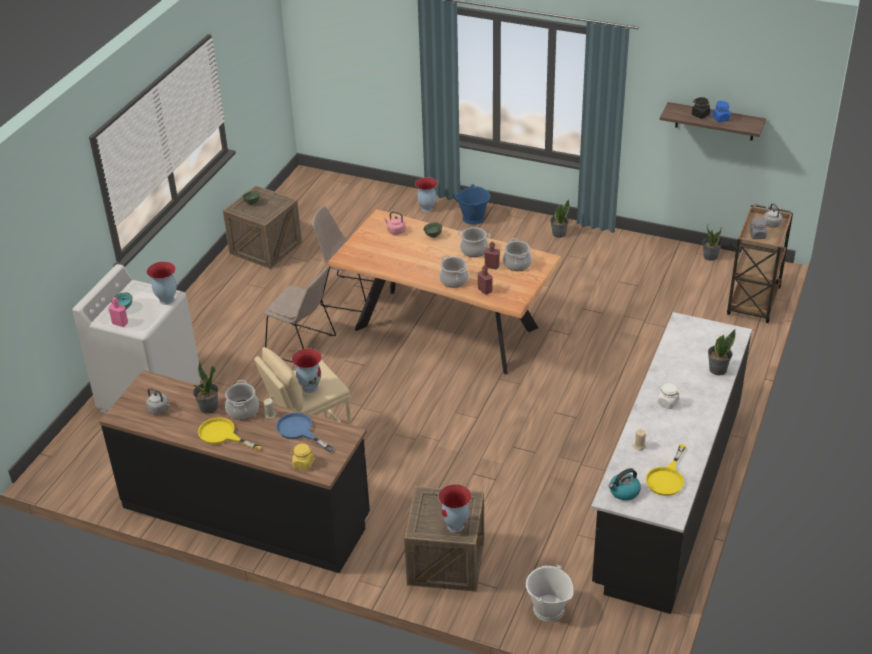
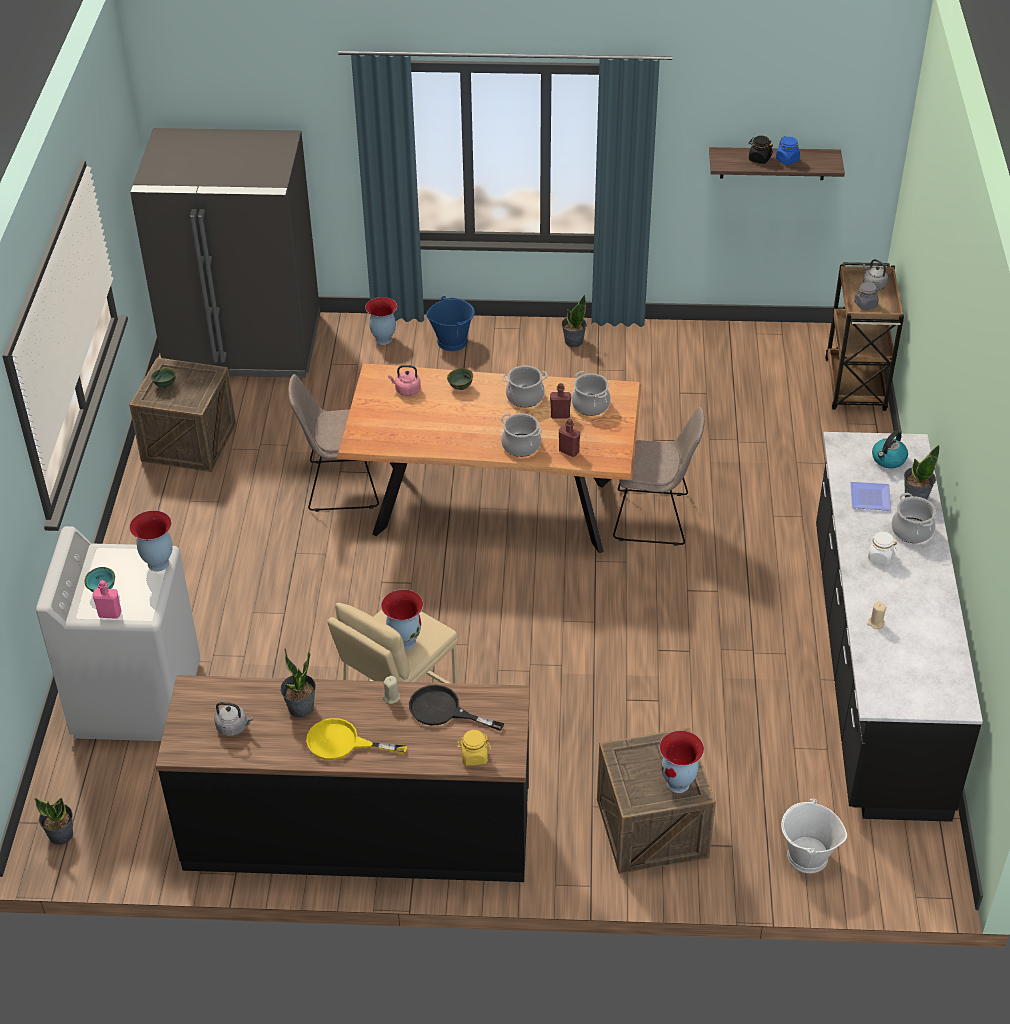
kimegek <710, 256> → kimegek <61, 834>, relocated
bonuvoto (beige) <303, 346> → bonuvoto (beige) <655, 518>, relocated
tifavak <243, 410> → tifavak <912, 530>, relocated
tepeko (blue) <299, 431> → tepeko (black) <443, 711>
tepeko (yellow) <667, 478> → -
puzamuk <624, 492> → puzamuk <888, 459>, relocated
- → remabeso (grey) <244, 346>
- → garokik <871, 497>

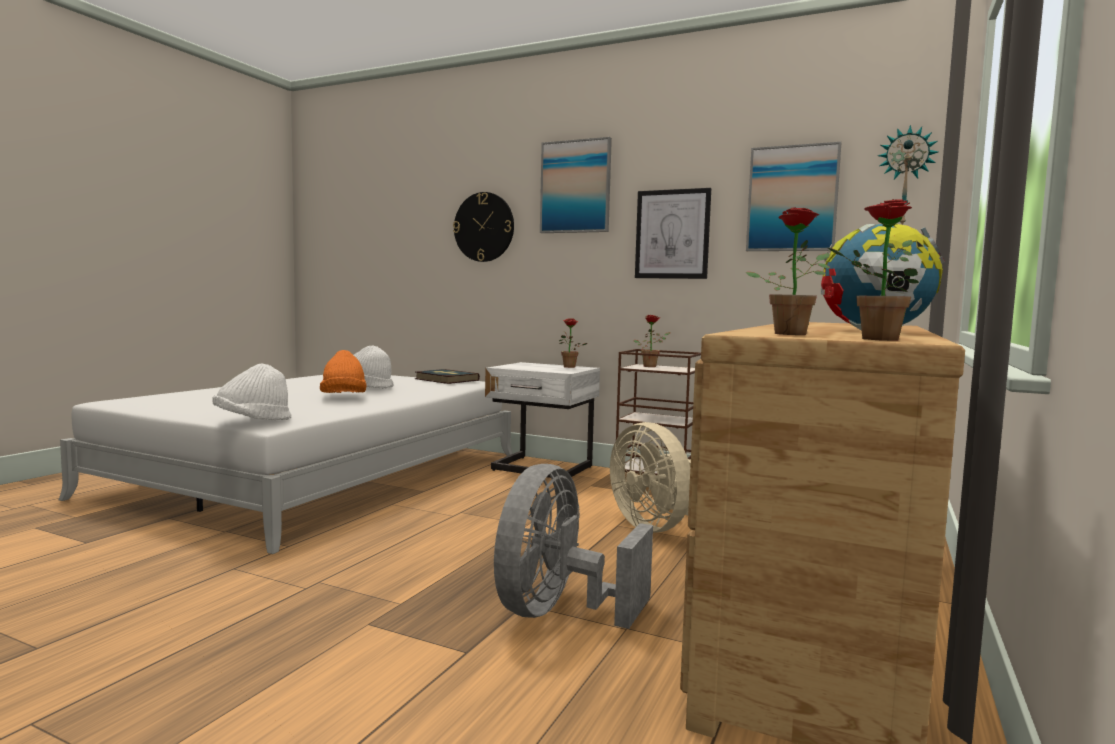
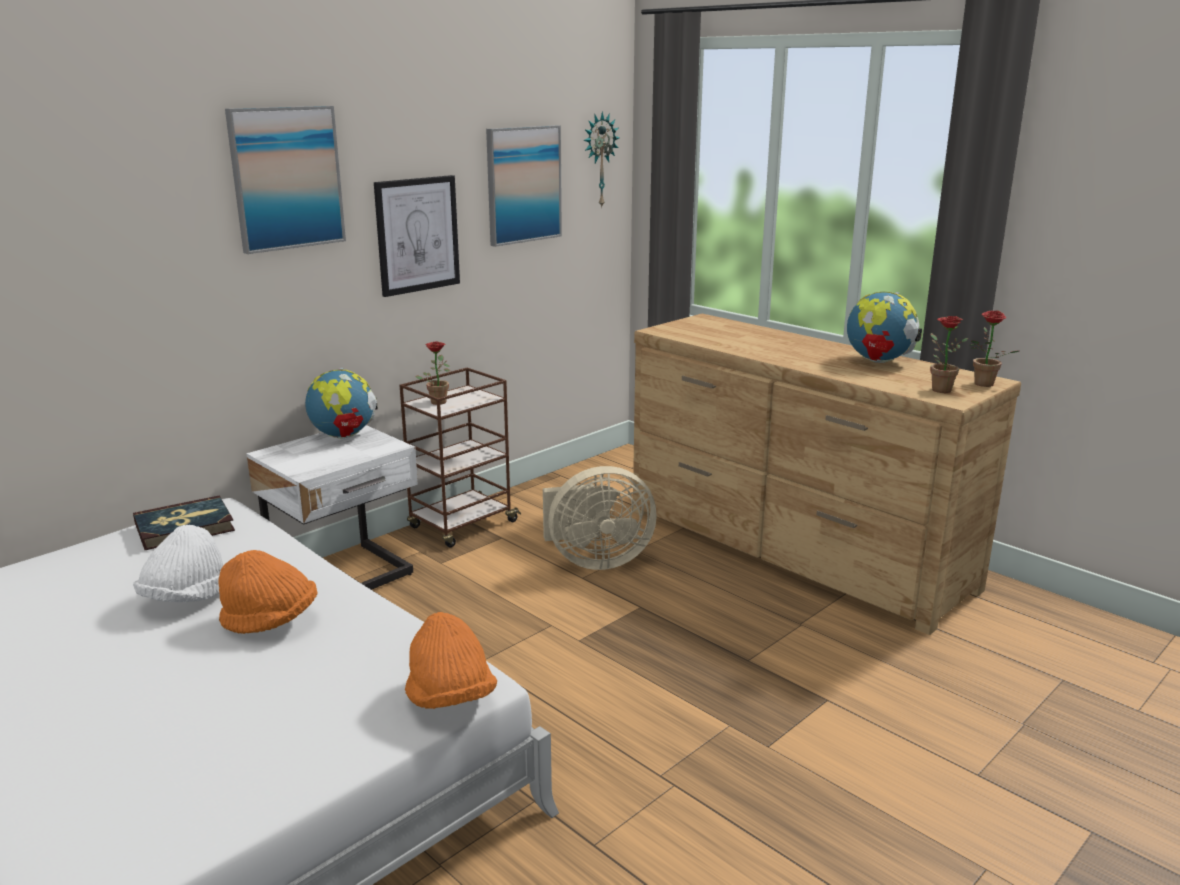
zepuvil <484, 227> → -
kimegek <569, 367> → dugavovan <343, 436>
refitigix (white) <253, 421> → refitigix (orange) <450, 698>
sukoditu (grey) <558, 612> → -

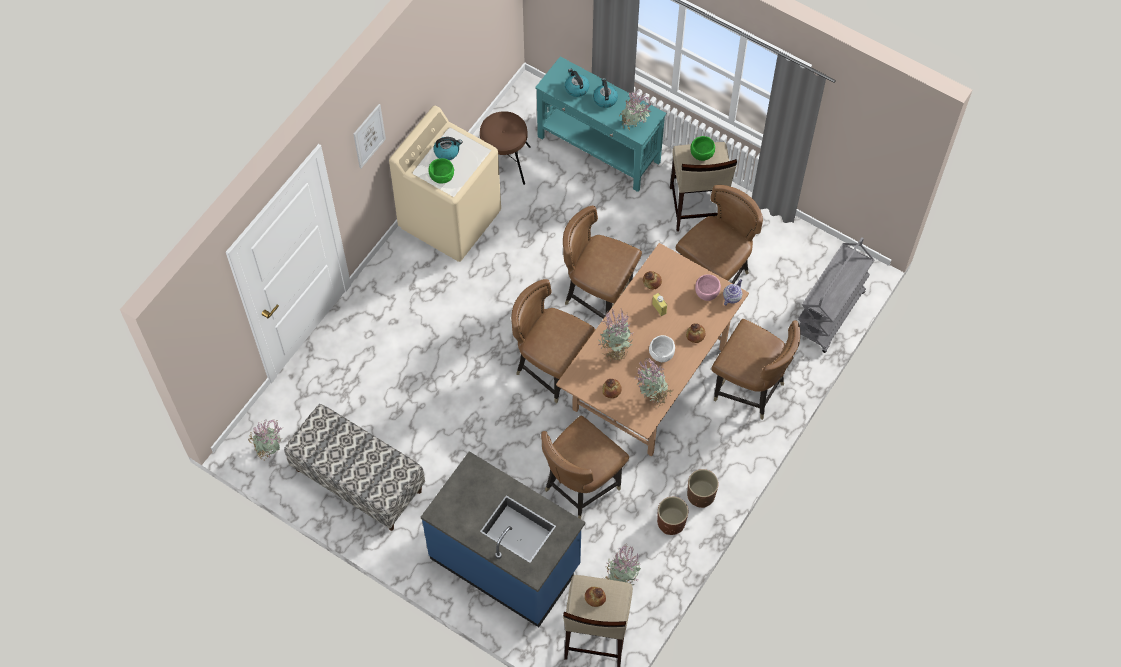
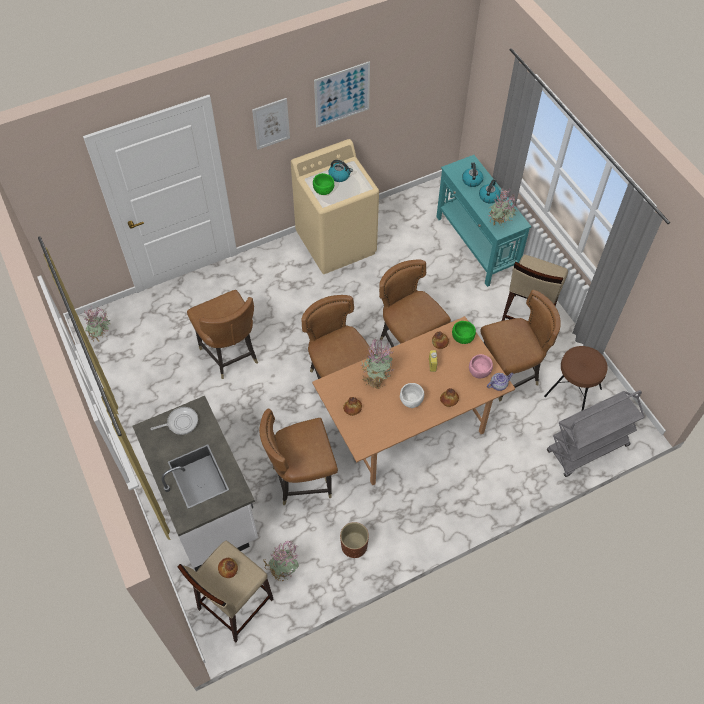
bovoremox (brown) <505, 163> → bovoremox (brown) <573, 392>, relocated
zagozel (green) <702, 155> → zagozel (green) <462, 338>, relocated
bonuvoto (brown) <749, 389> → bonuvoto (brown) <230, 354>, relocated
kimegek <652, 396> → -
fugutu <358, 480> → -
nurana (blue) <506, 561> → nurana (white) <207, 506>
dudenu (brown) <701, 495> → -
- → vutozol <342, 94>
- → tepeko <180, 422>

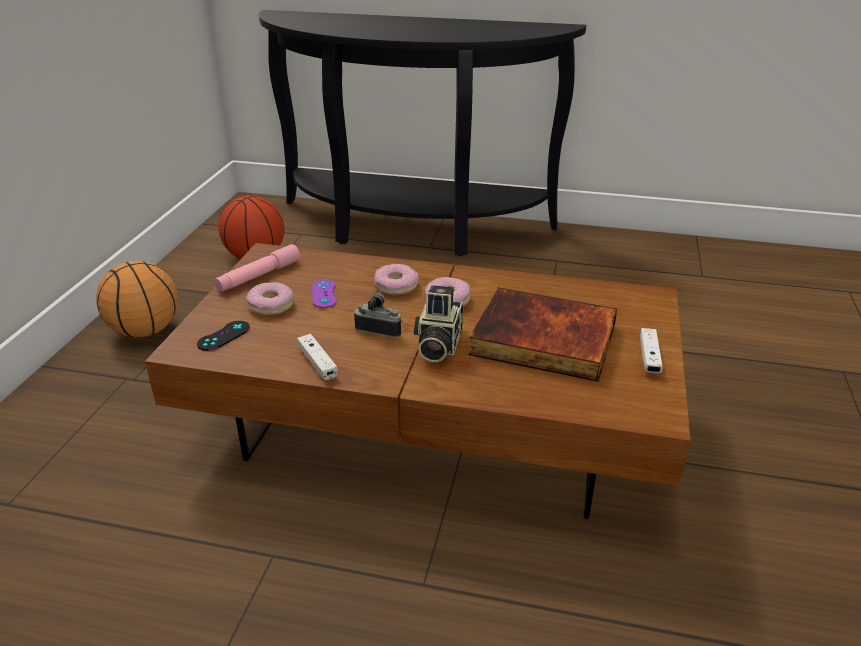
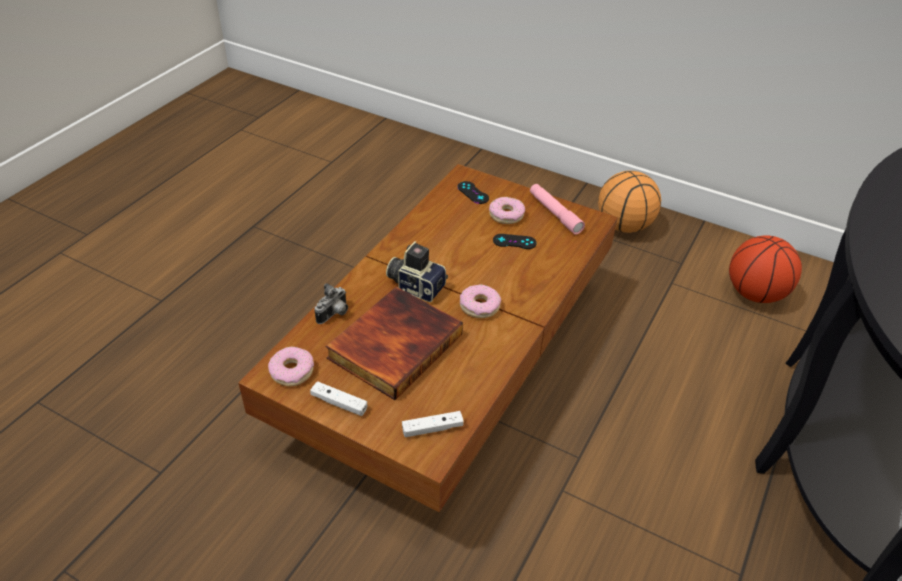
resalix <396, 286> → resalix <292, 371>, relocated
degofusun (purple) <324, 294> → degofusun (black) <514, 242>
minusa <380, 330> → minusa <334, 314>, relocated
degofusun (white) <317, 362> → degofusun (white) <432, 428>, relocated

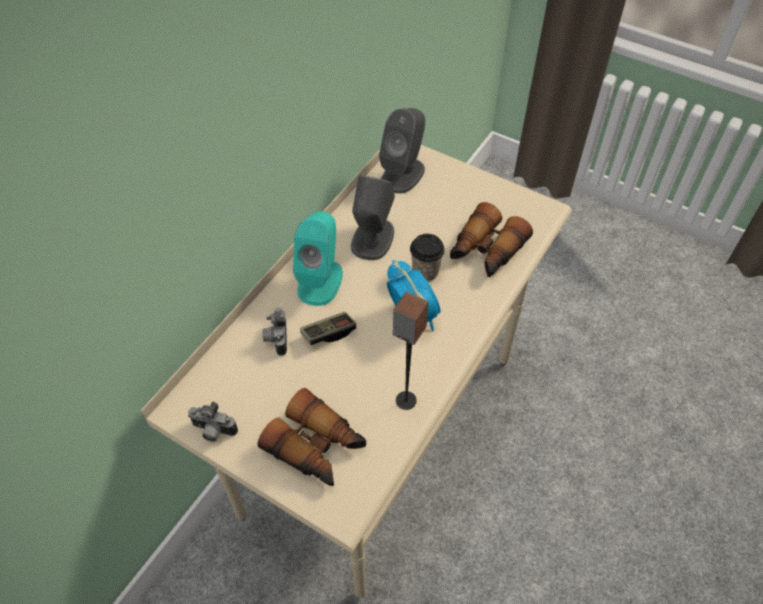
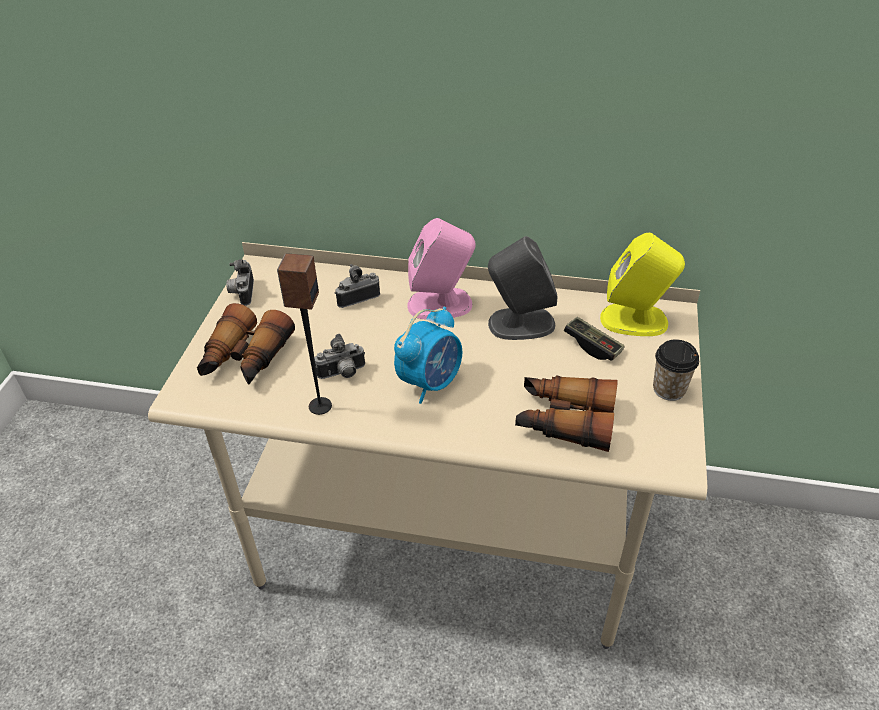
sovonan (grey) <403, 174> → sovonan (yellow) <635, 320>
sovonan (turquoise) <320, 281> → sovonan (pink) <441, 304>
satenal <425, 272> → satenal <669, 389>, relocated
degofusun <328, 333> → degofusun <592, 346>, relocated
- → minusa <342, 374>

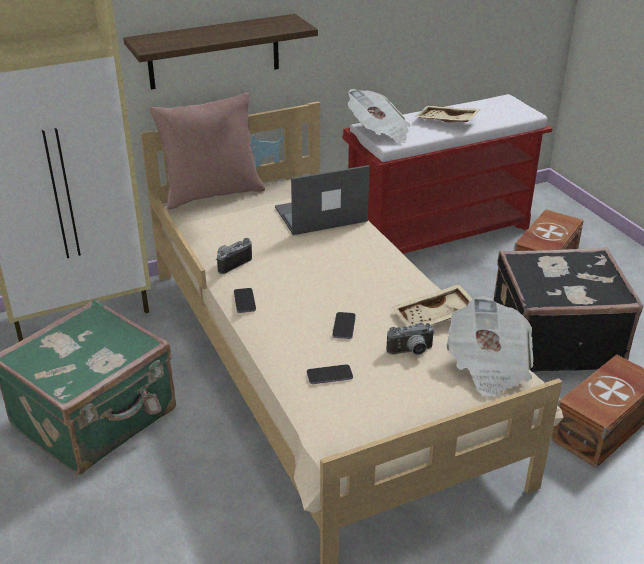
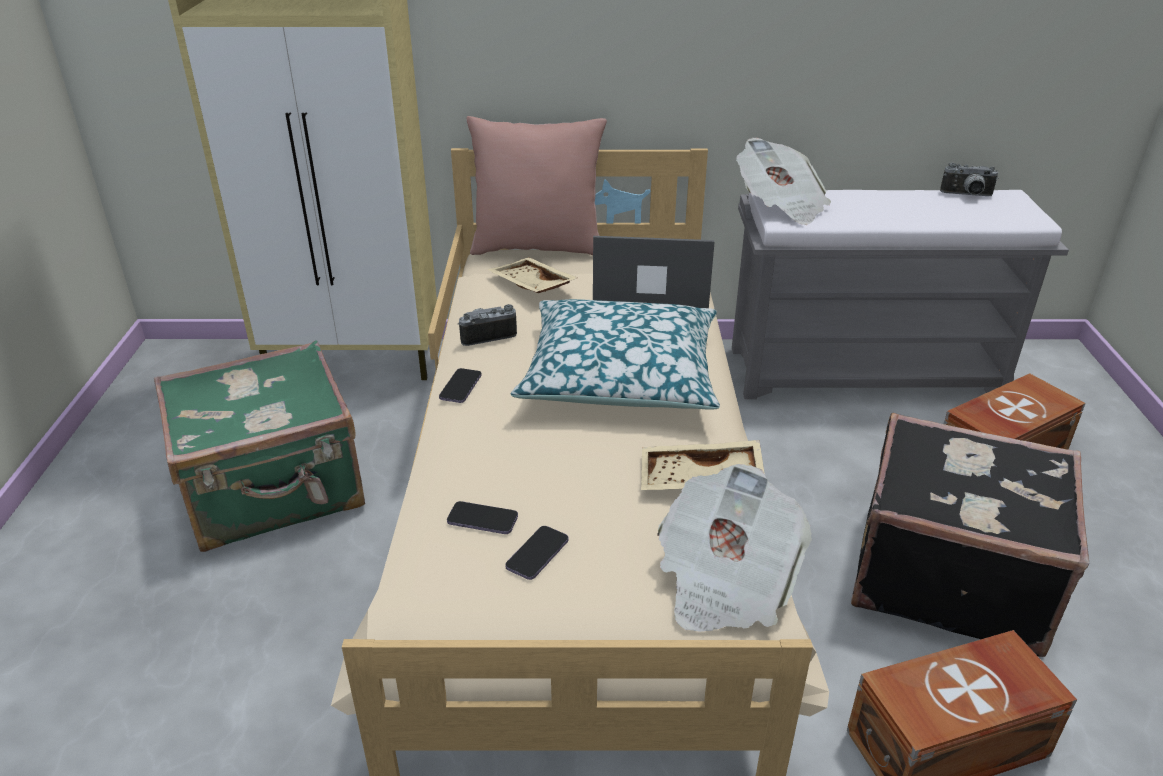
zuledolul <214, 52> → -
fugutu (red) <439, 232> → fugutu (grey) <866, 371>
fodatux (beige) <446, 121> → fodatux (beige) <530, 286>, relocated
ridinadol <344, 327> → ridinadol <537, 554>, relocated
minusa <411, 352> → minusa <967, 195>, relocated
- → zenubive <620, 375>

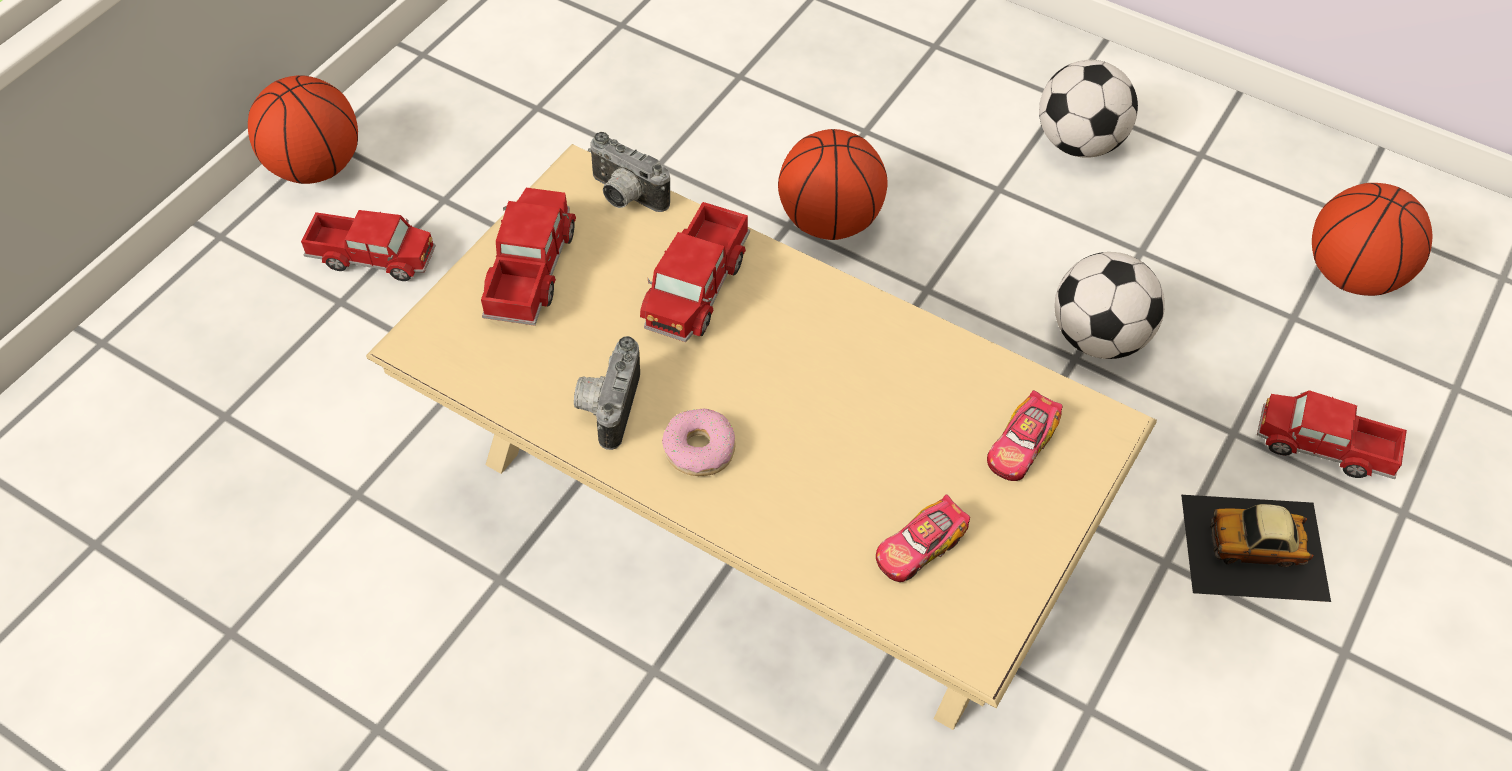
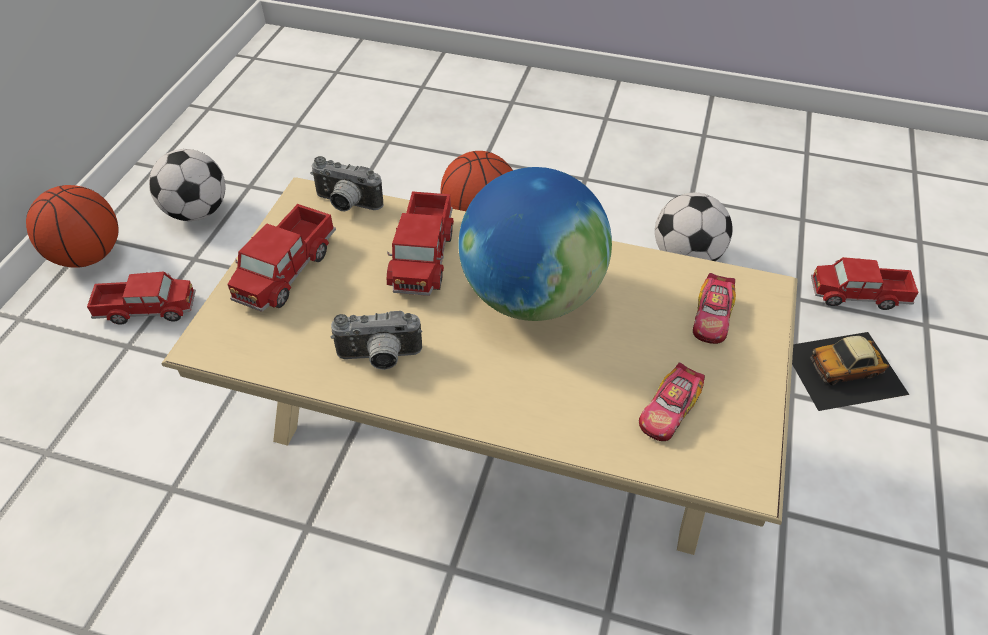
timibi <1079, 143> → timibi <197, 212>, relocated
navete <1351, 275> → -
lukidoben <530, 270> → lukidoben <286, 270>, 150 degrees counterclockwise
minusa <607, 406> → minusa <380, 358>, 90 degrees counterclockwise
resalix <700, 449> → -
- → dugavovan <531, 295>

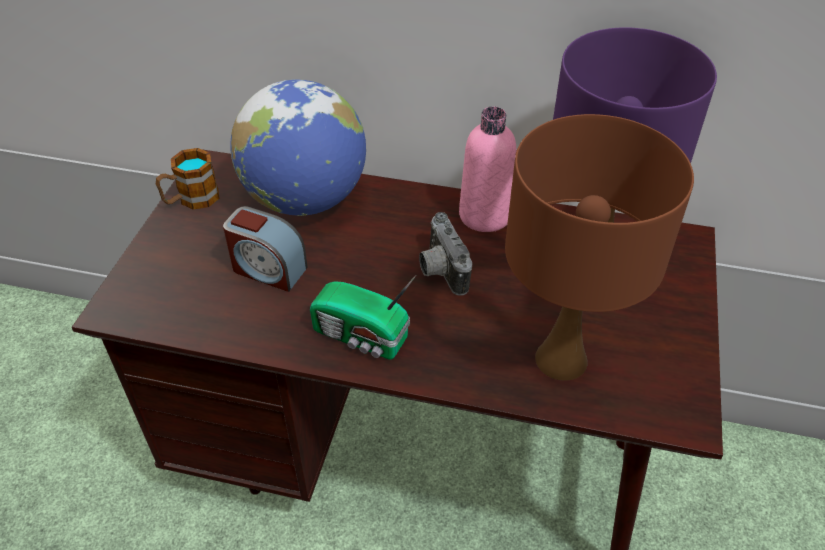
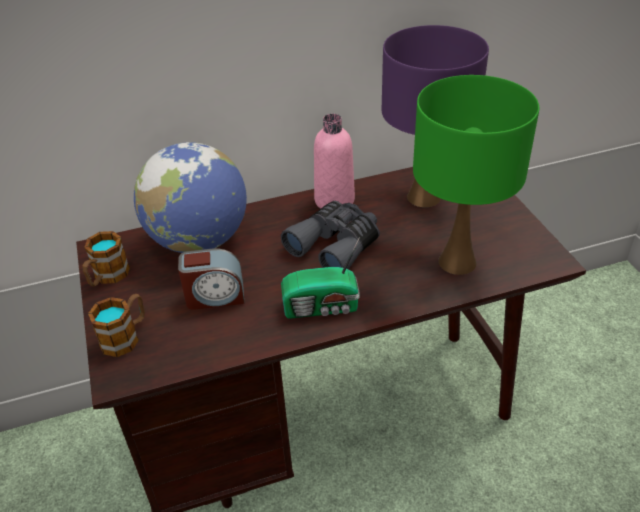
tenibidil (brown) <561, 360> → tenibidil (green) <457, 262>
minusa <439, 271> → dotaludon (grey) <336, 245>
- → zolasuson <126, 336>

